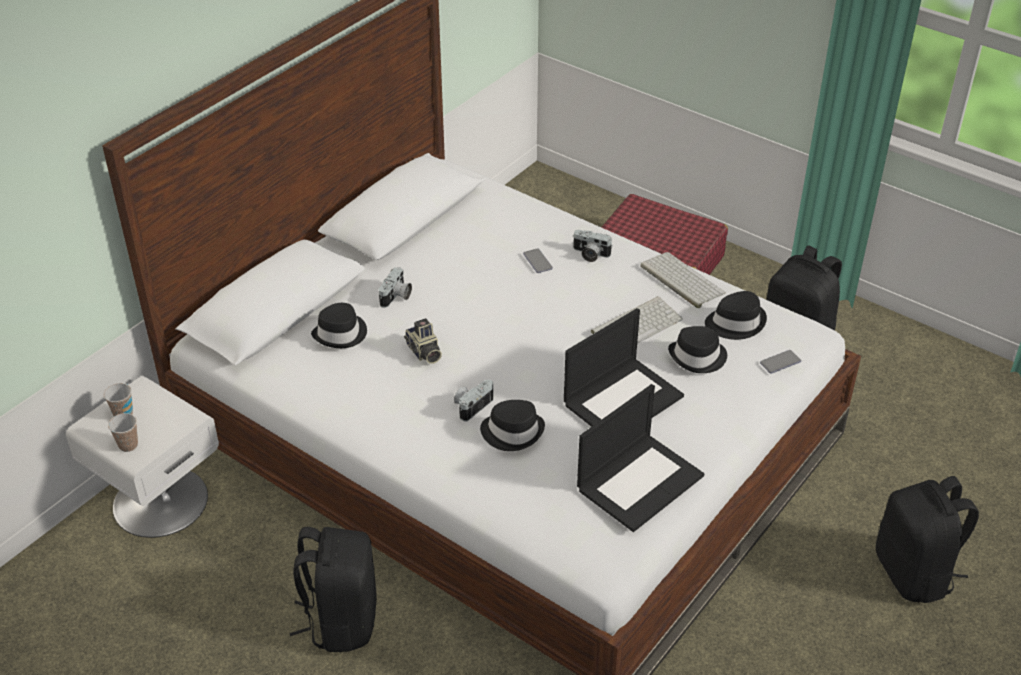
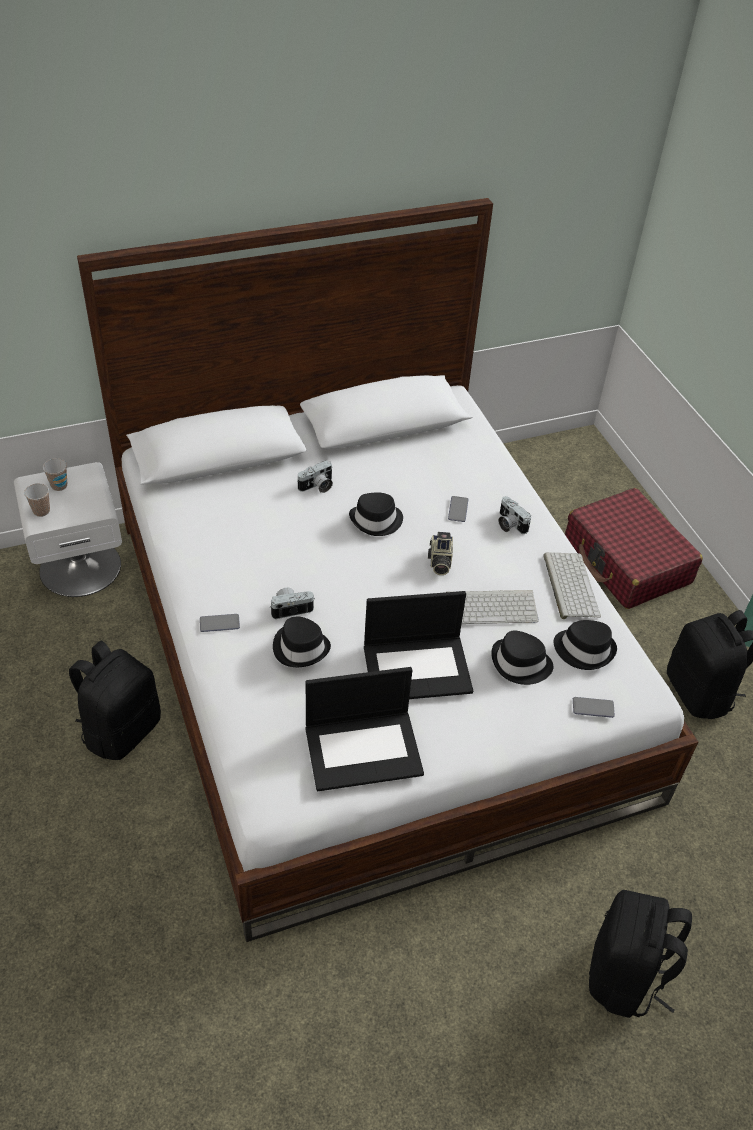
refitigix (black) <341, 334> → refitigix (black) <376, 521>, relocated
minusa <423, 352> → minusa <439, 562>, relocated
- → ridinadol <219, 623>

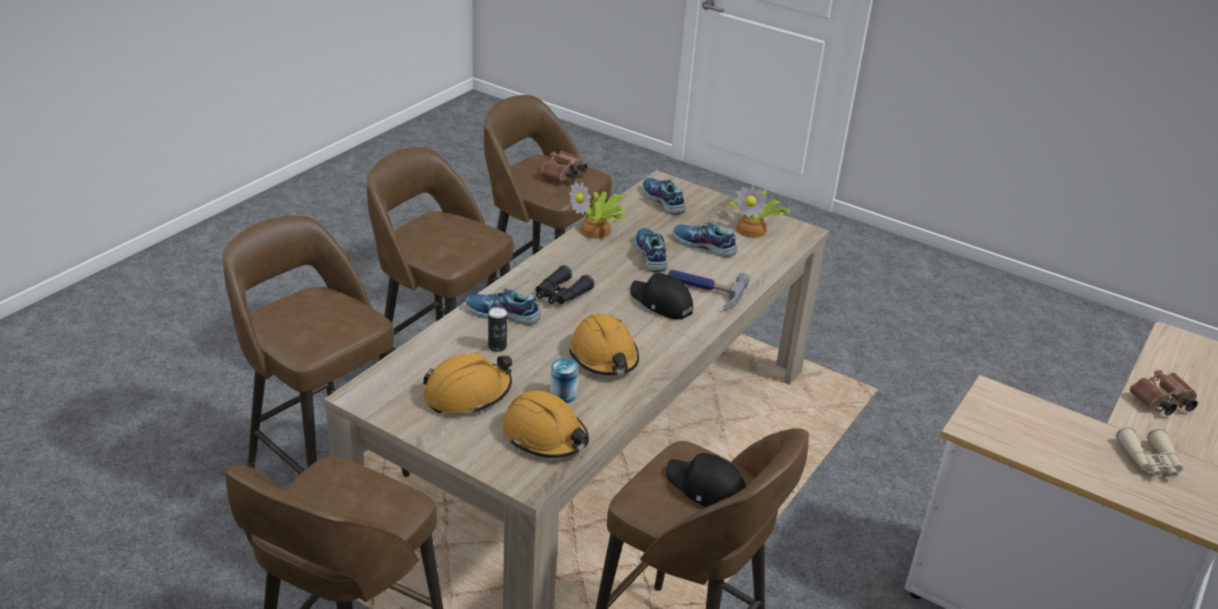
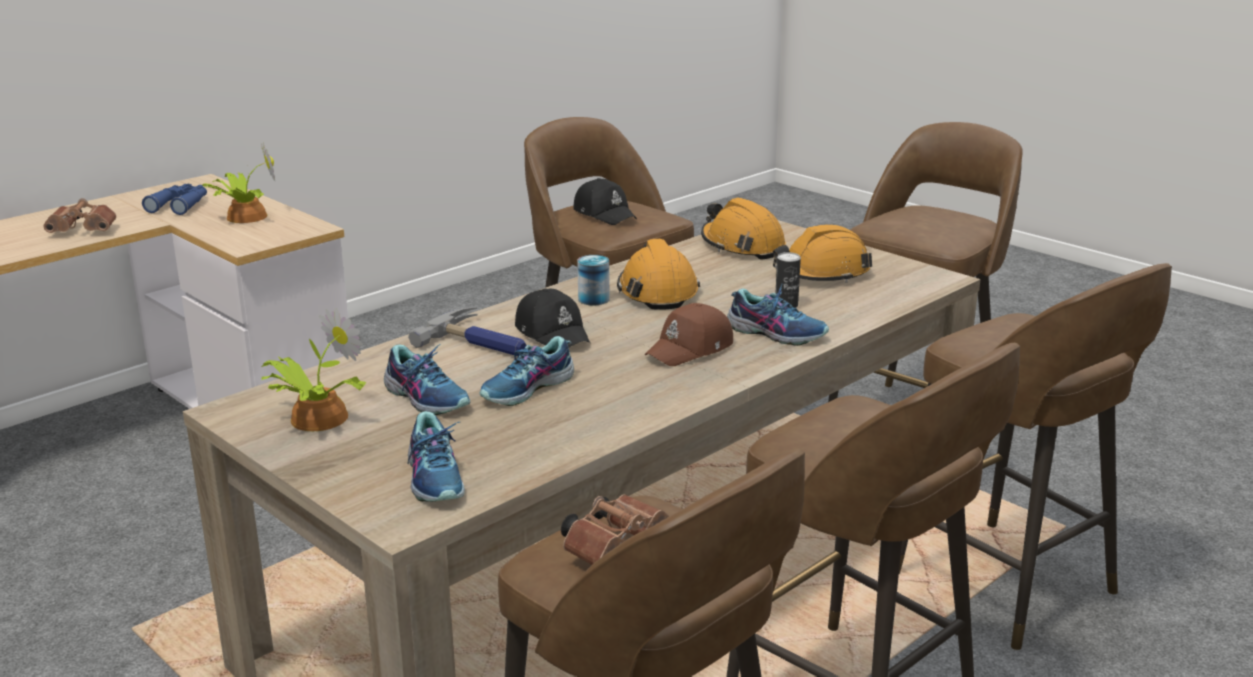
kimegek <597, 230> → kimegek <244, 216>, relocated
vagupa <650, 255> → vagupa <528, 389>, 45 degrees clockwise
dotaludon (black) <560, 294> → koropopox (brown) <691, 349>
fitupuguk <563, 395> → fitupuguk <593, 299>, relocated
dotaludon (beige) <1149, 461> → dotaludon (blue) <180, 205>

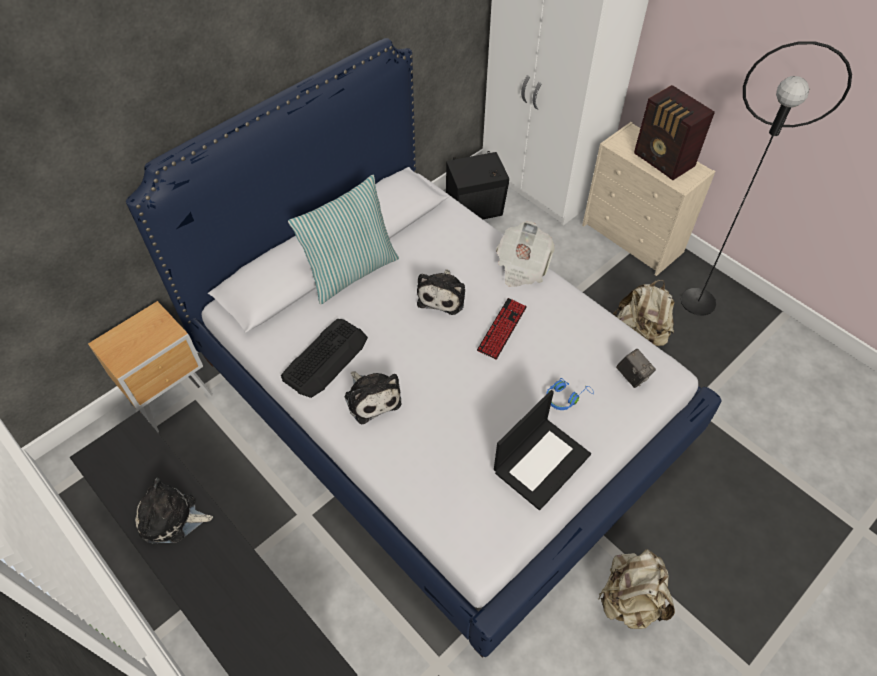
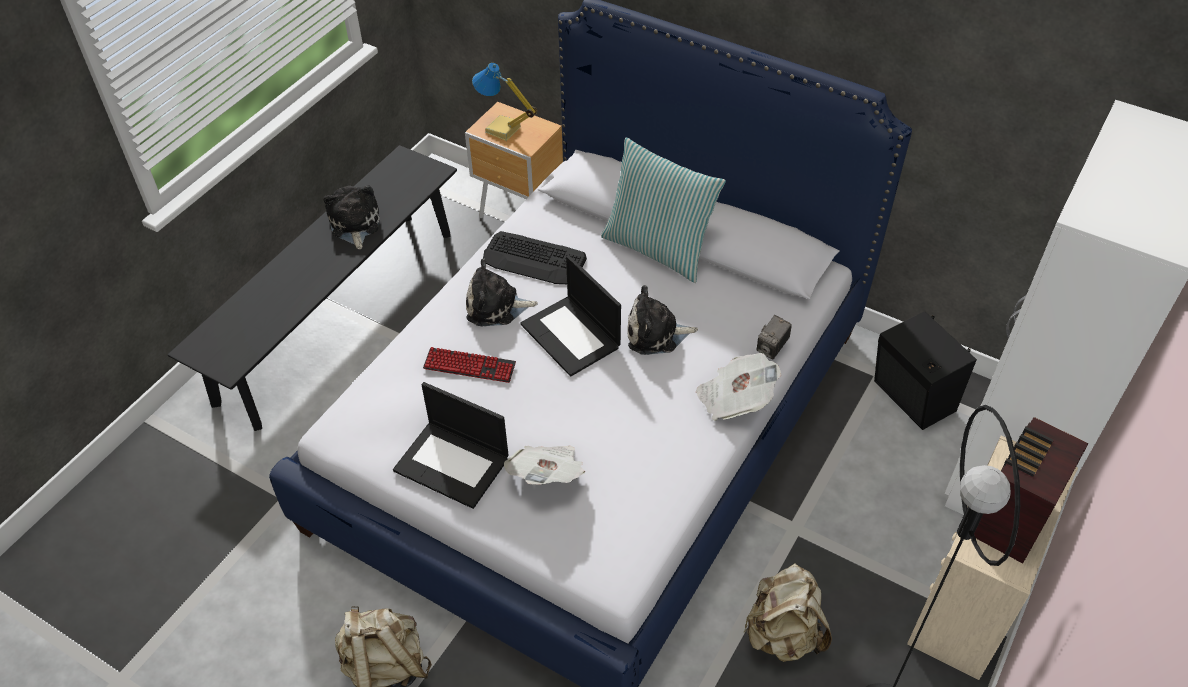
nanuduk <502, 329> → nanuduk <469, 366>, relocated
minusa <632, 376> → minusa <772, 348>, relocated
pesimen <371, 398> → pesimen <496, 306>, 45 degrees clockwise
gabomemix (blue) <566, 397> → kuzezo <548, 475>
- → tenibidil <502, 130>
- → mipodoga <572, 336>

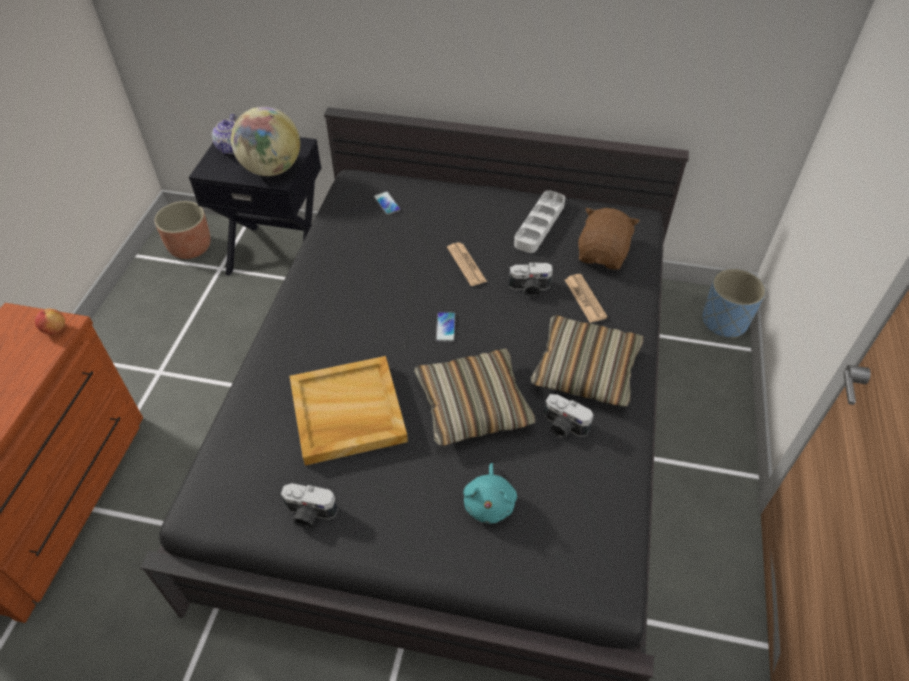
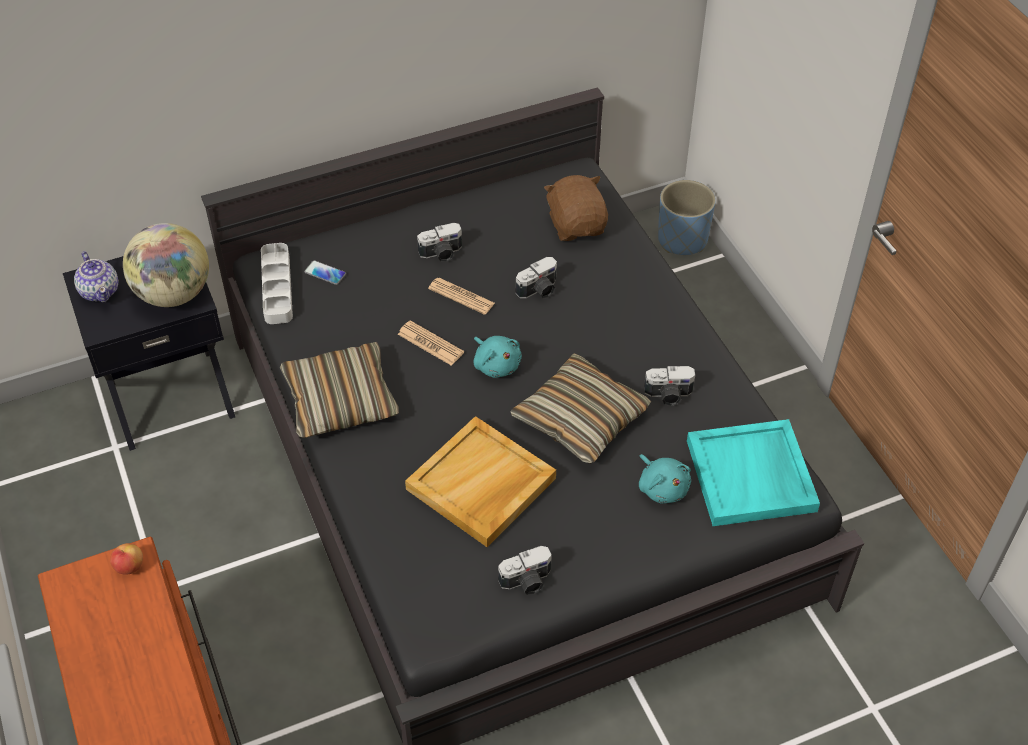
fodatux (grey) <539, 225> → fodatux (grey) <277, 287>, relocated
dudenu <190, 248> → -
kuzezo <585, 298> → kuzezo <430, 343>, relocated
ridinadol <445, 327> → pesimen (turquoise) <496, 364>
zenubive <585, 369> → zenubive <340, 400>, relocated
- → minusa <442, 253>
- → fodatux (turquoise) <752, 476>

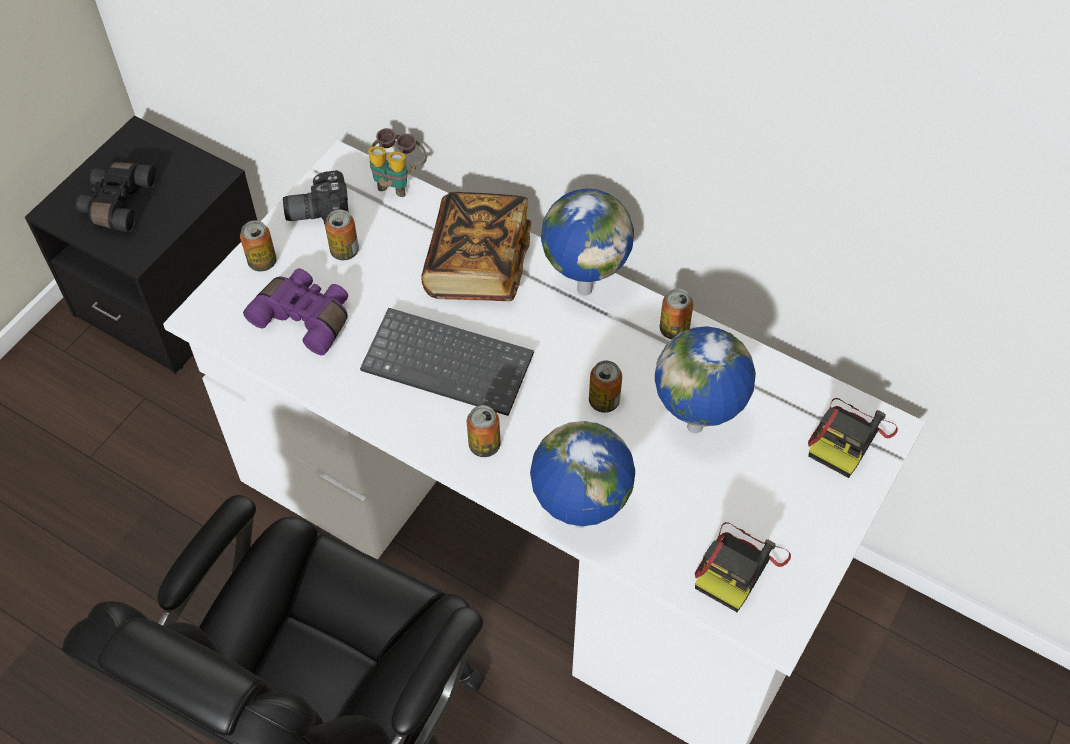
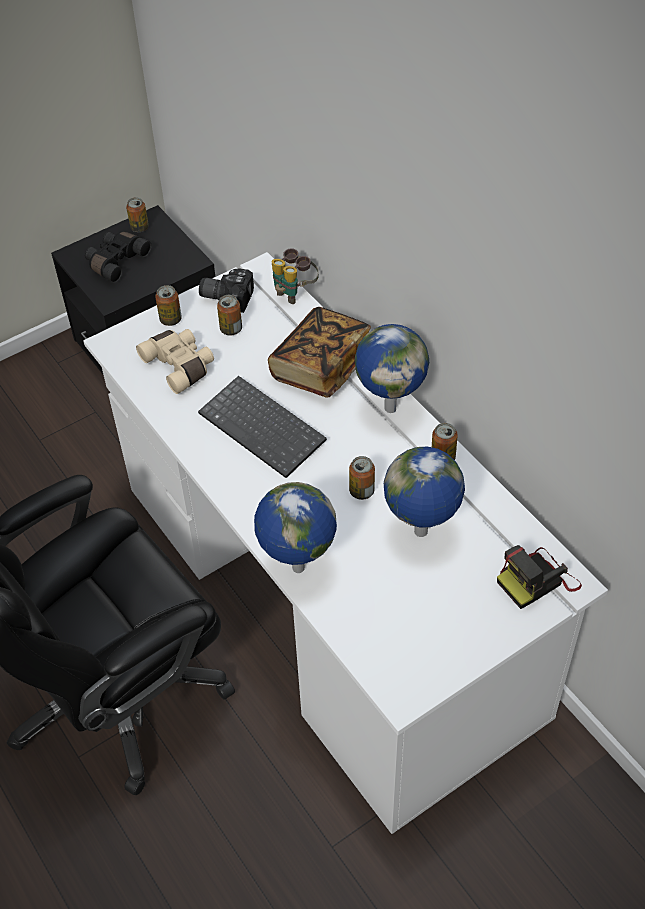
dotaludon (purple) <306, 317> → dotaludon (beige) <180, 365>
fitupuguk <484, 445> → fitupuguk <139, 227>, relocated
minusa <738, 566> → -

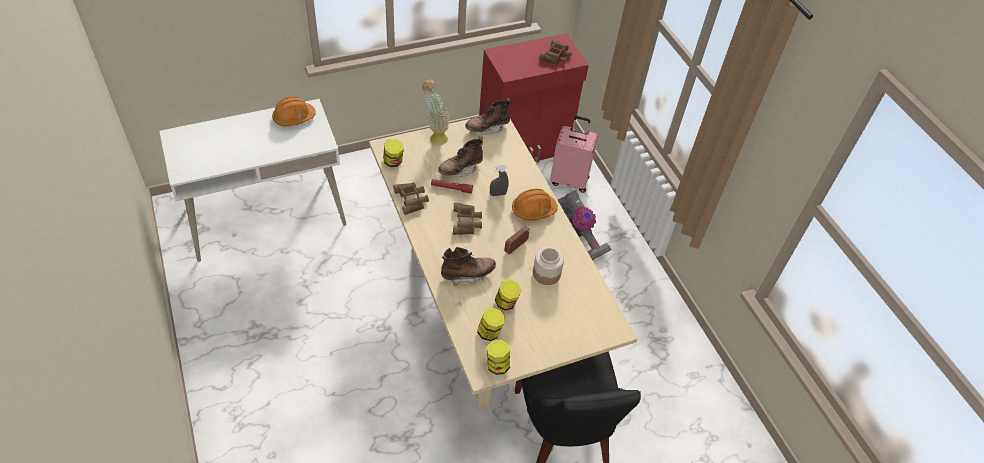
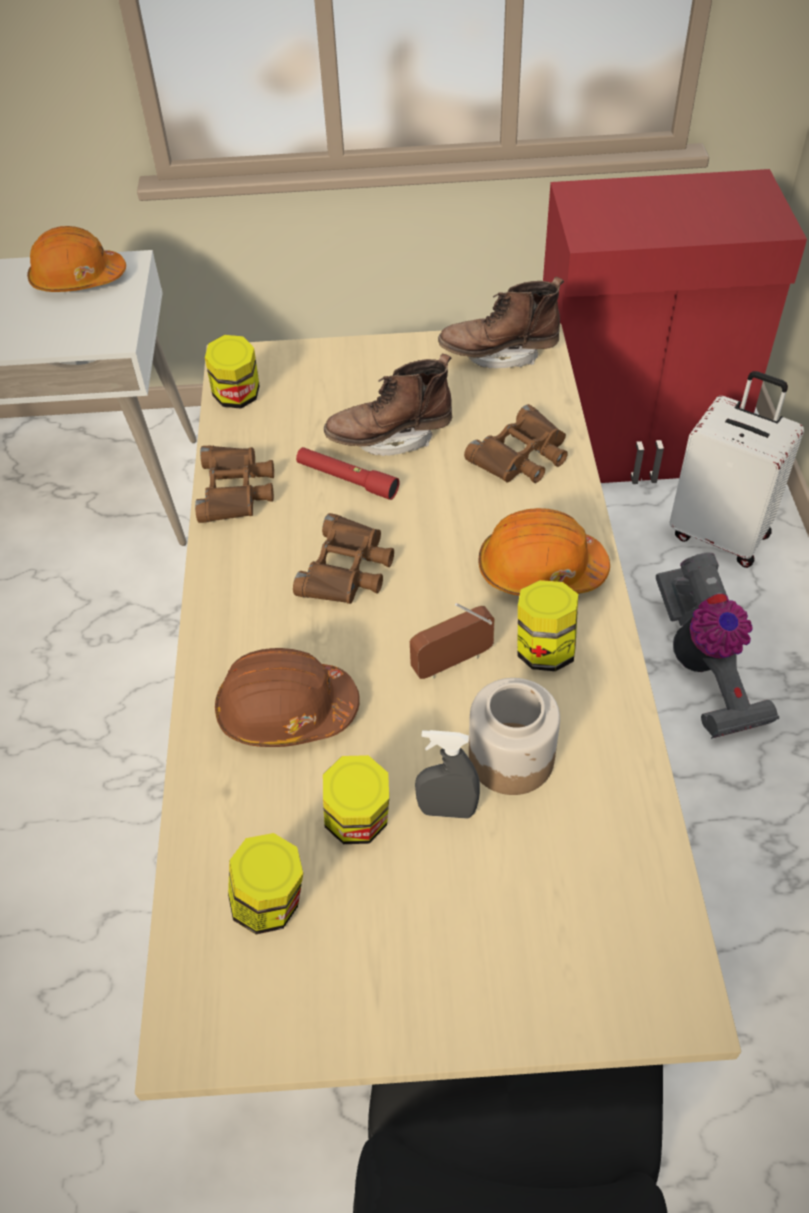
dotaludon (brown) <556, 56> → dotaludon (brown) <522, 456>, relocated
kimegek <435, 136> → -
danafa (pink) <569, 180> → danafa (white) <720, 534>
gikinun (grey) <498, 194> → gikinun (grey) <447, 810>, relocated
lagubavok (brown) <467, 274> → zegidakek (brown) <286, 711>
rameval <497, 365> → rameval <544, 650>, relocated

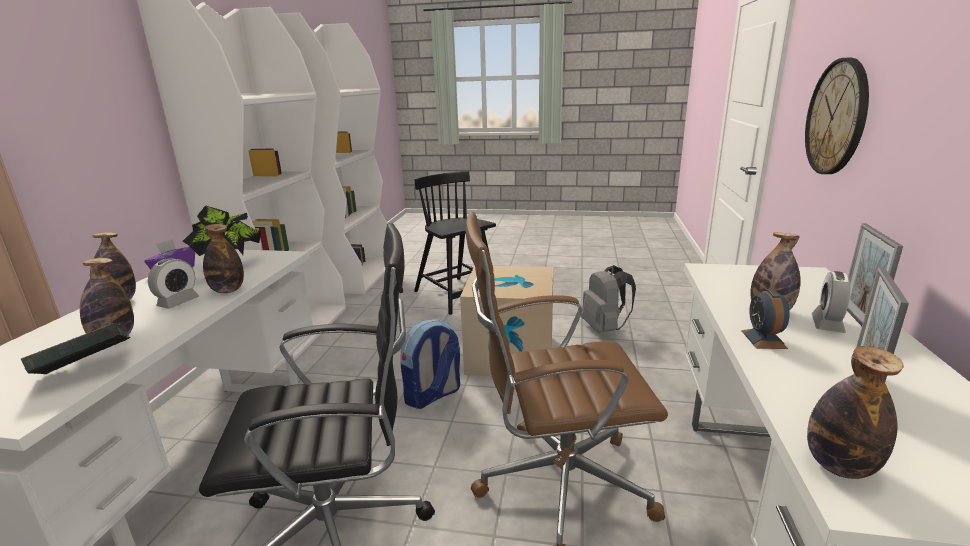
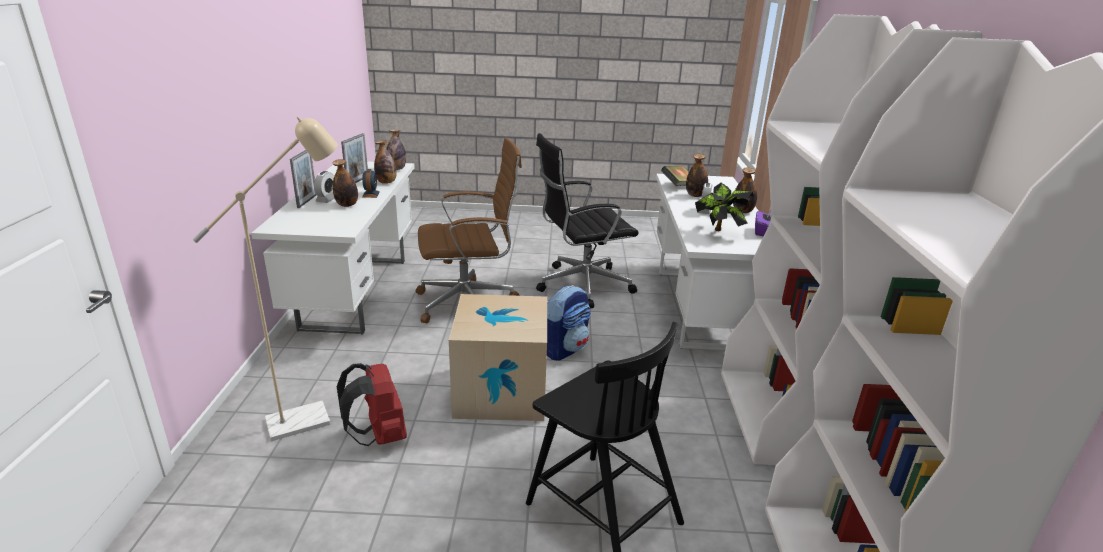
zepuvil <837, 117> → -
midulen <228, 290> → midulen <386, 182>, relocated
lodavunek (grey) <604, 328> → lodavunek (red) <379, 436>
- → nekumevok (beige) <310, 418>

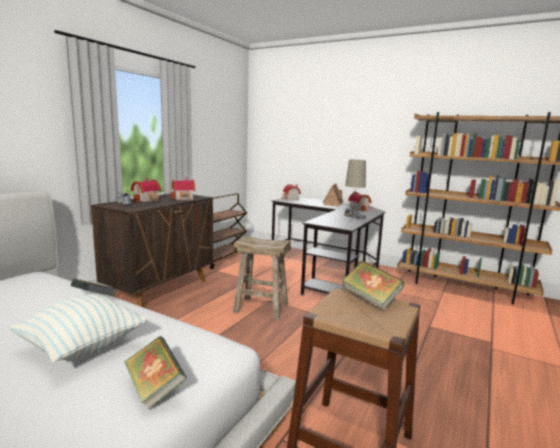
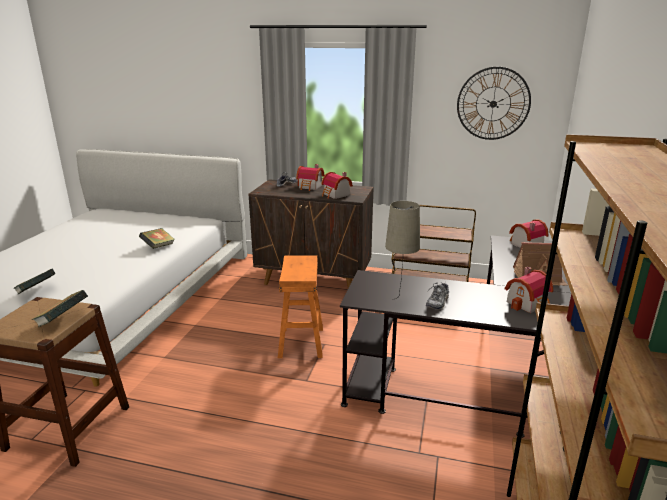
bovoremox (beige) <260, 308> → bovoremox (orange) <300, 341>
zenubive <82, 347> → -
- → zepuvil <493, 104>

